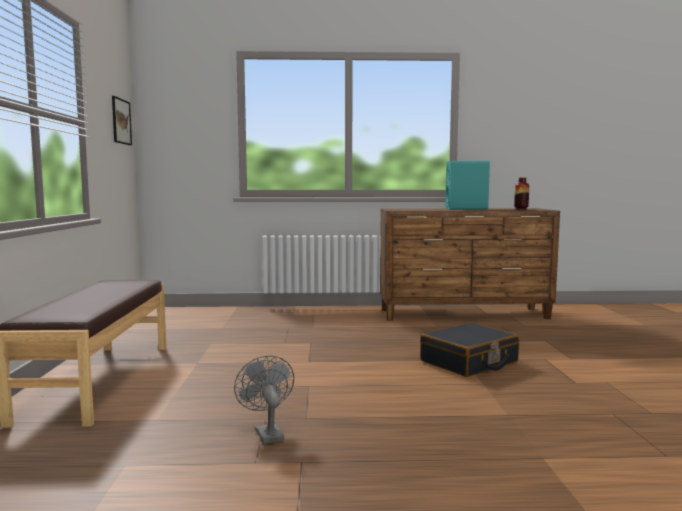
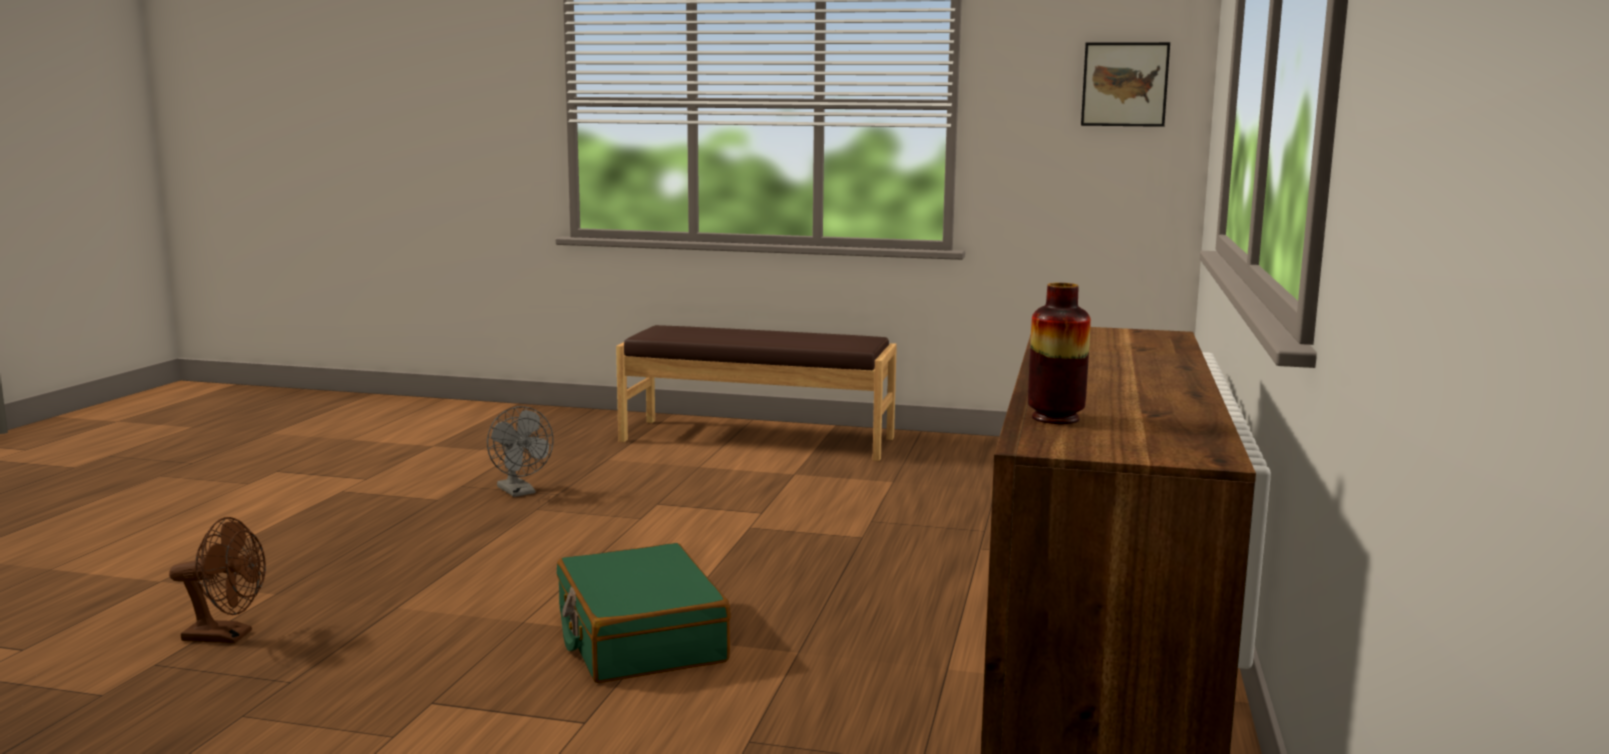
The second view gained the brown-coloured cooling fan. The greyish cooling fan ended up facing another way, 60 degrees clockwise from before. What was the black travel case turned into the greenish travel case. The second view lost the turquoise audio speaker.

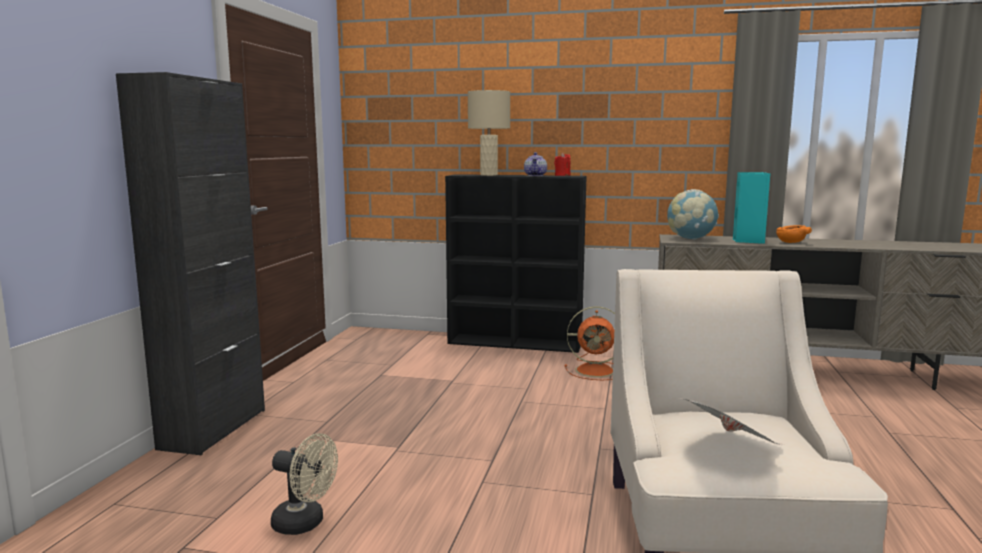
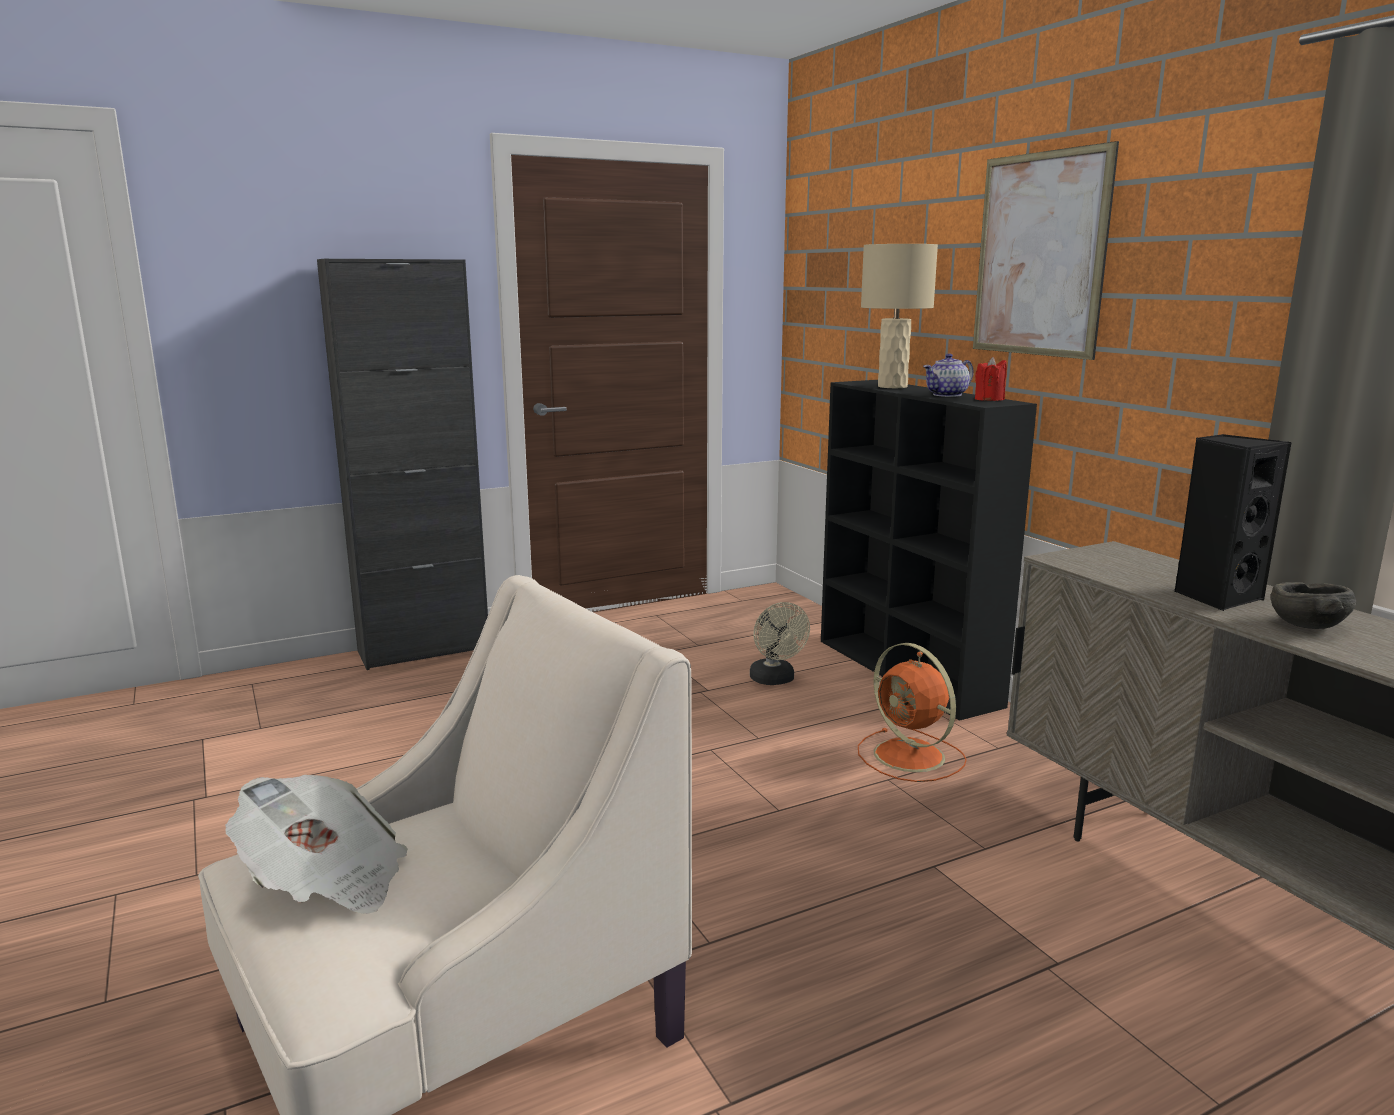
The beige-coloured cooling fan ended up elsewhere. The second view gained the wall picture. What was the turquoise audio speaker turned into the black audio speaker. What was the orange deep dish turned into the greyish deep dish. The second view lost the desk globe.

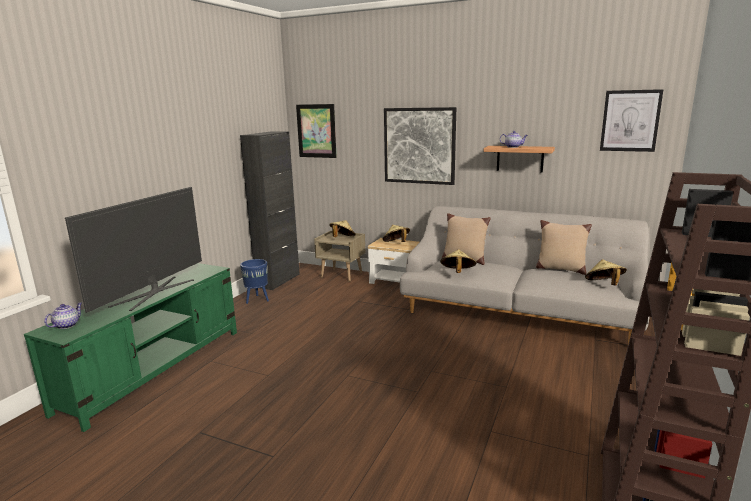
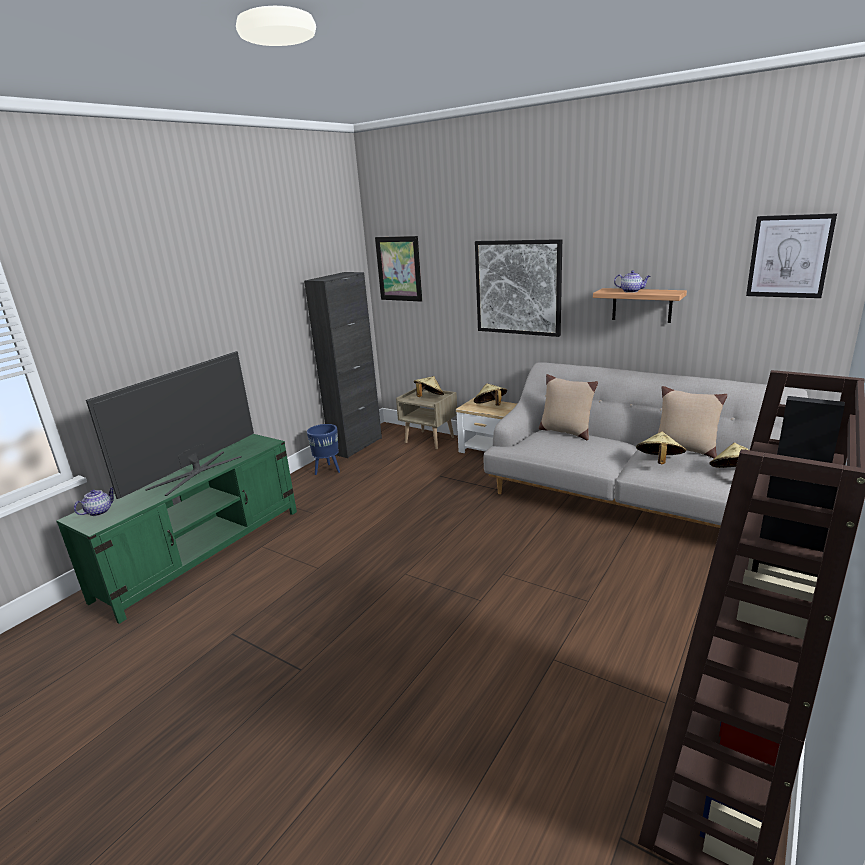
The beige-coloured clothing hat (3rd from left) ended up elsewhere.

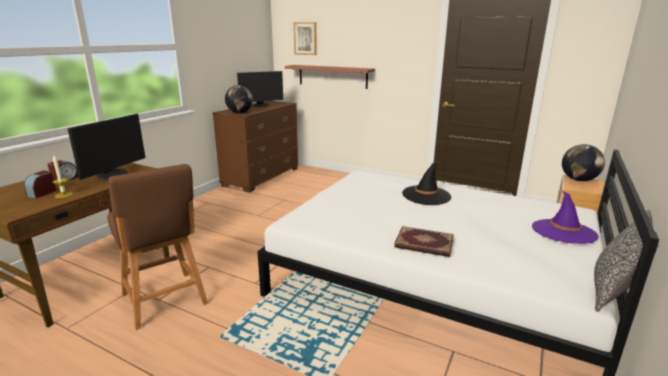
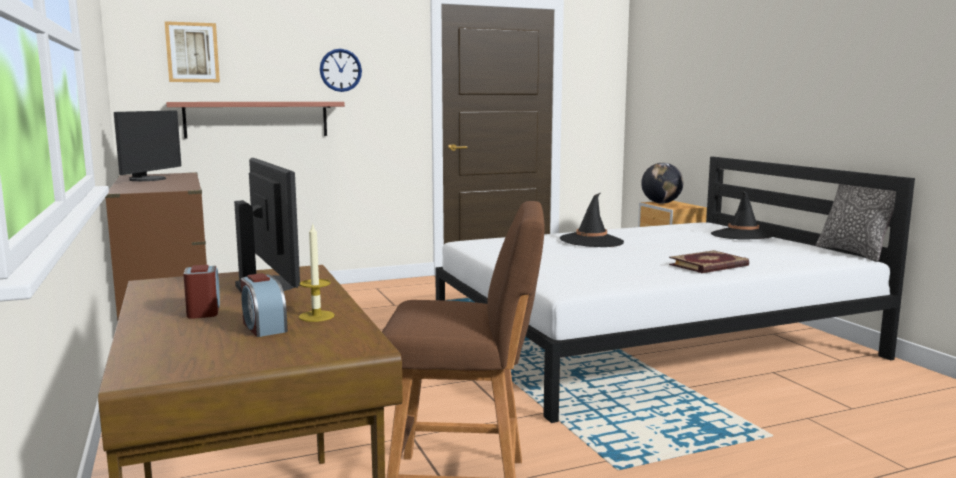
The second view gained the wall clock. What was the purple-coloured clothing hat turned into the black clothing hat (2nd from left). The second view lost the desk globe (1st from left).

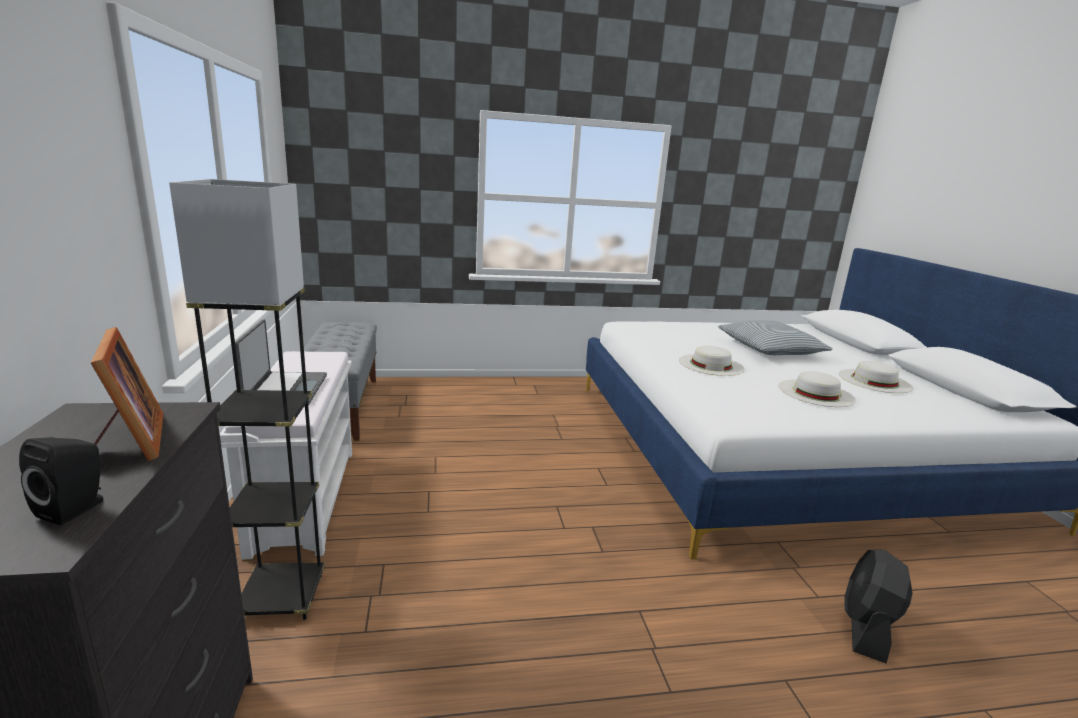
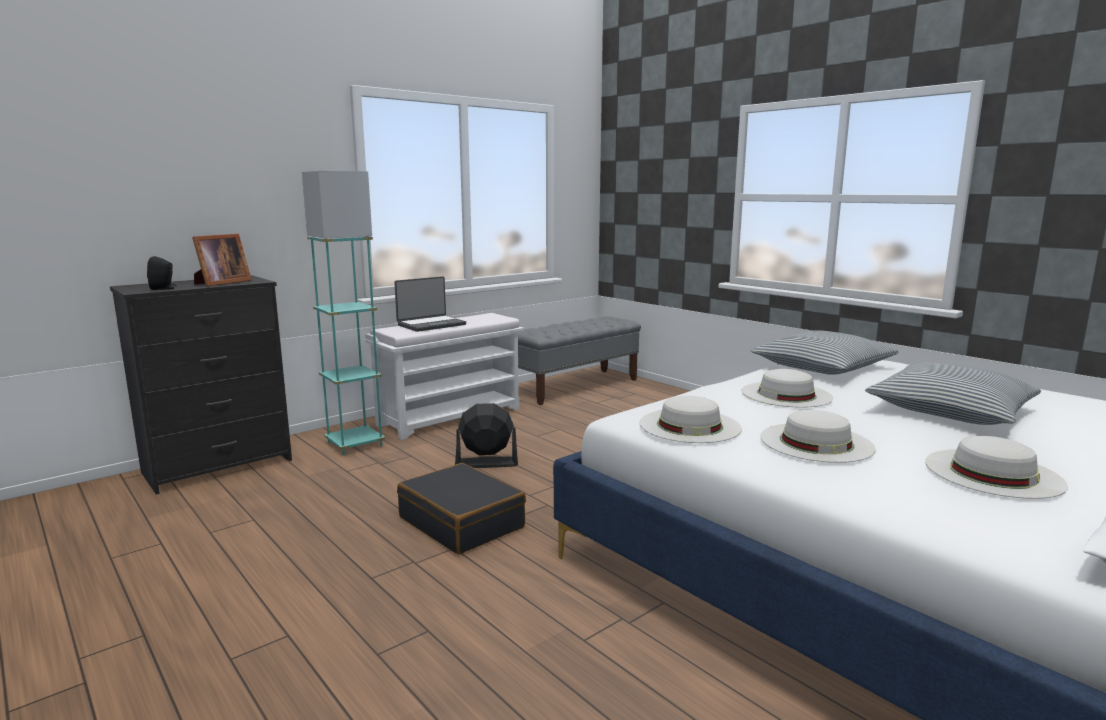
What was the greyish standing lamp turned into the turquoise standing lamp. The second view gained the black travel case. The black cooling fan ended up elsewhere. The second view gained the white-coloured clothing hat (1st from left). The second view gained the throw pillow (1st from left).

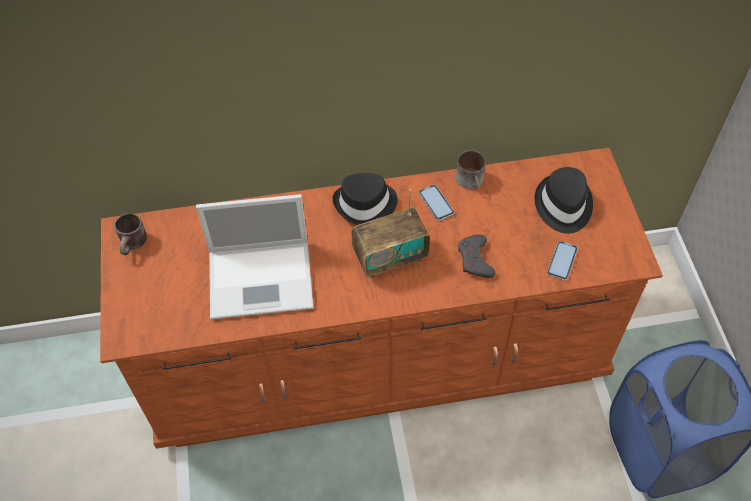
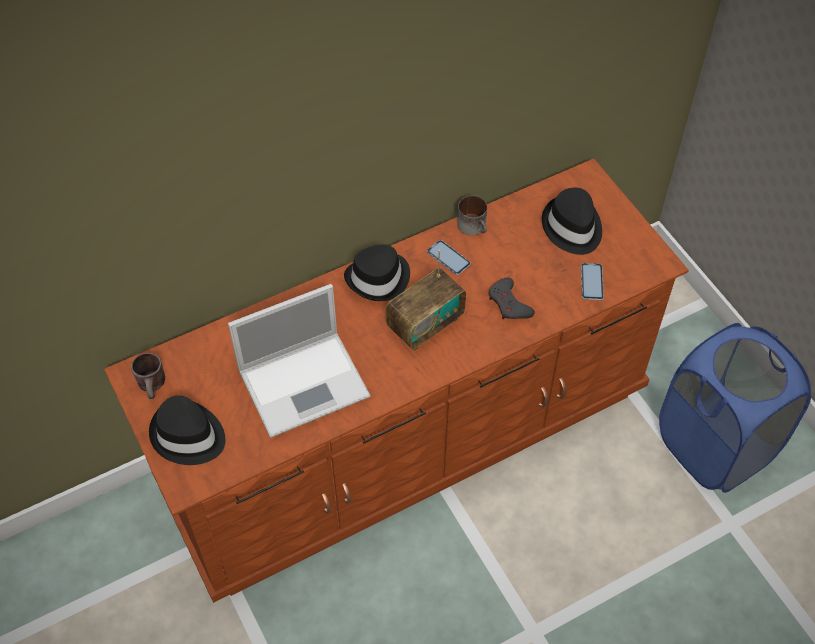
The second view gained the black clothing hat (1st from left).

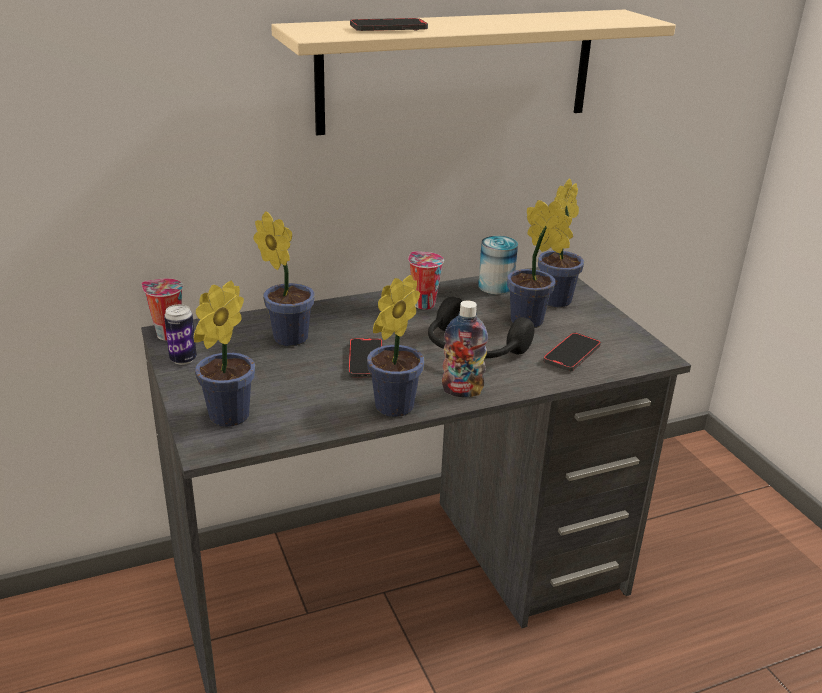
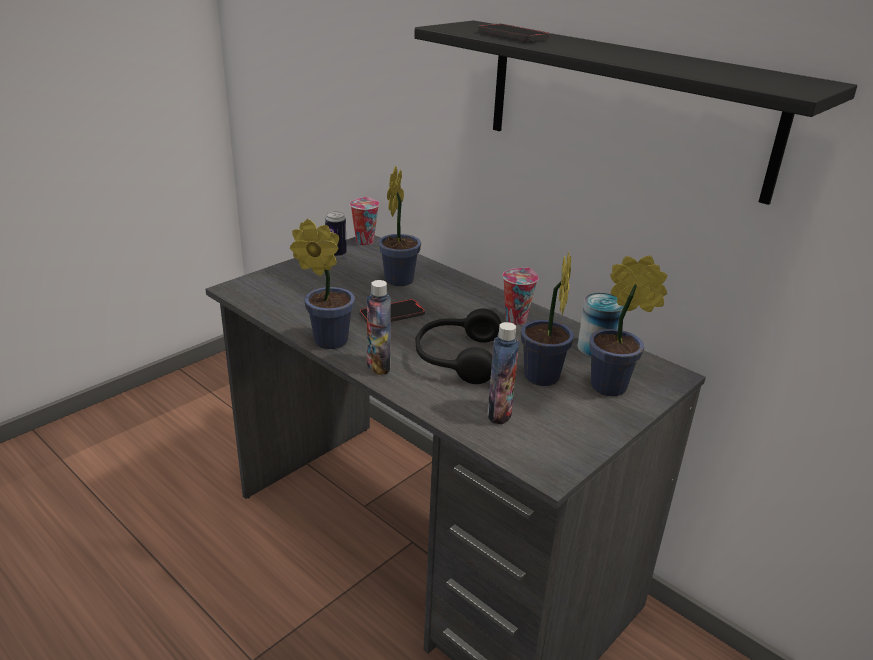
What was the beige-coloured shelf turned into the black shelf. Where the phone (3rd from left) stood, the beverage bottle (2nd from left) came to stand. The second view lost the plant in a pot (1st from left).

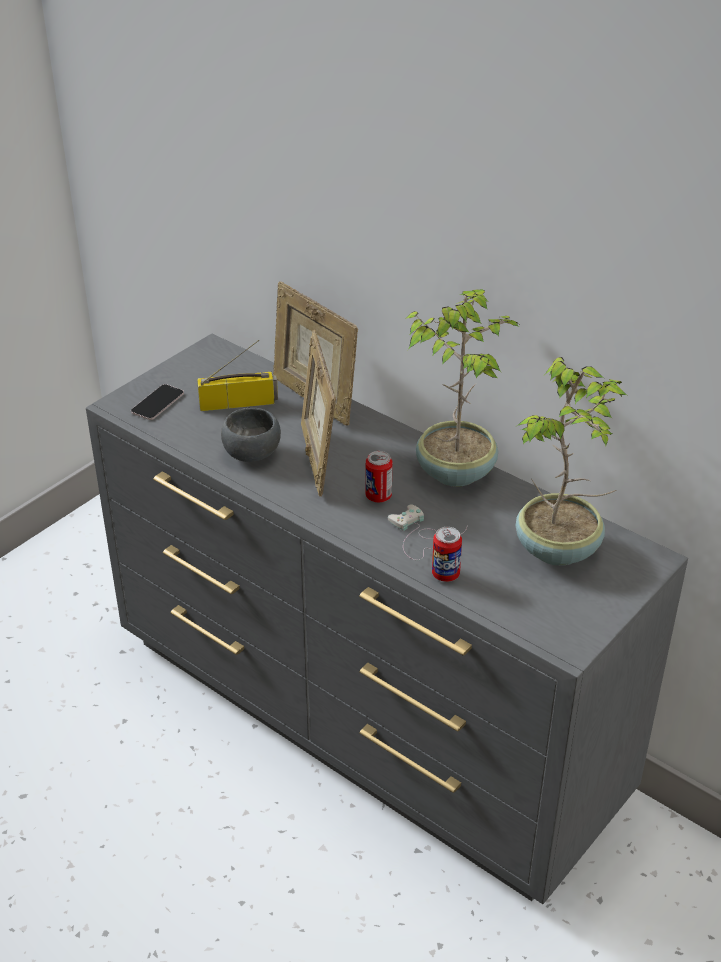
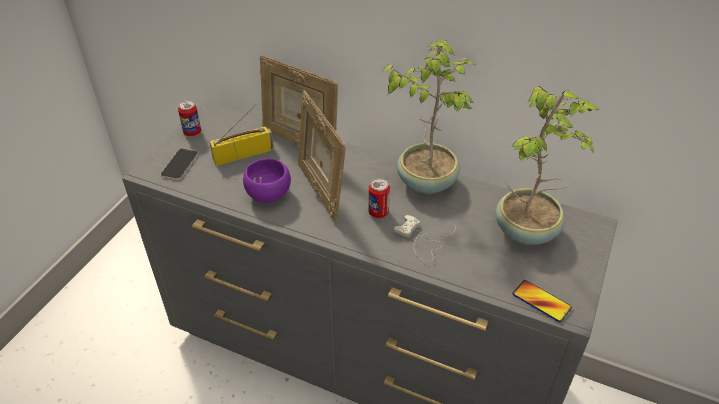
The can (2nd from left in the first image) ended up elsewhere. What was the greyish deep dish turned into the purple-coloured deep dish. The second view gained the phone (2nd from left).

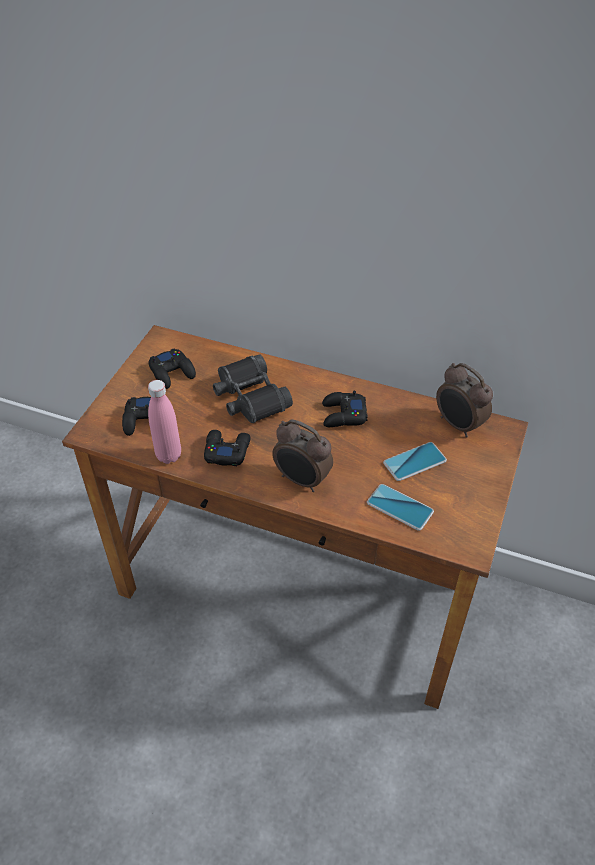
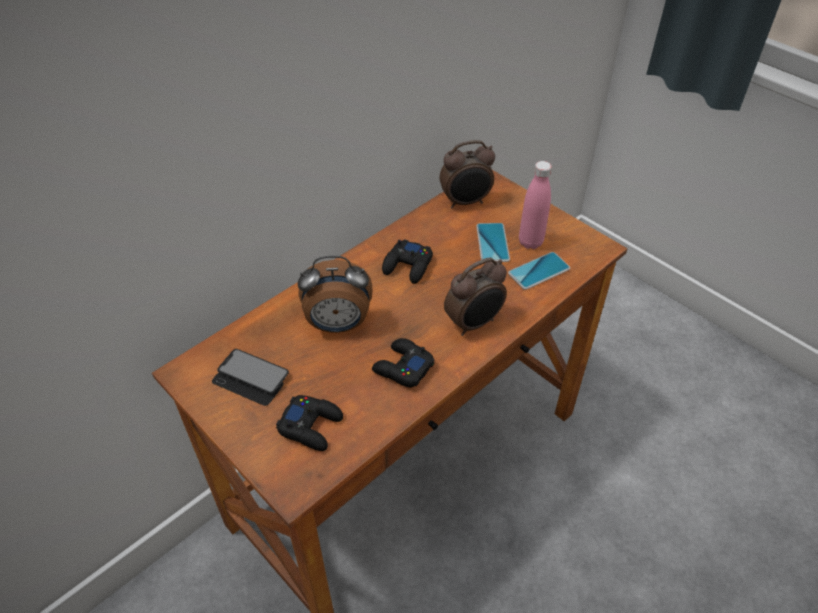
Where the black joypad (2nd from left) stood, the phone (1st from left) came to stand. Where the black pair of binoculars stood, the table clock (1st from left) came to stand. The pink-coloured beverage bottle ended up elsewhere.

